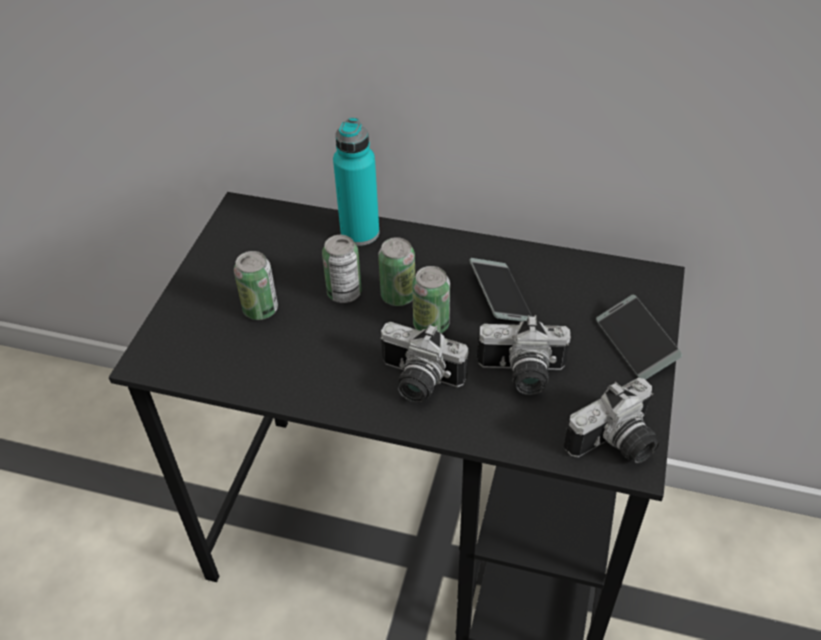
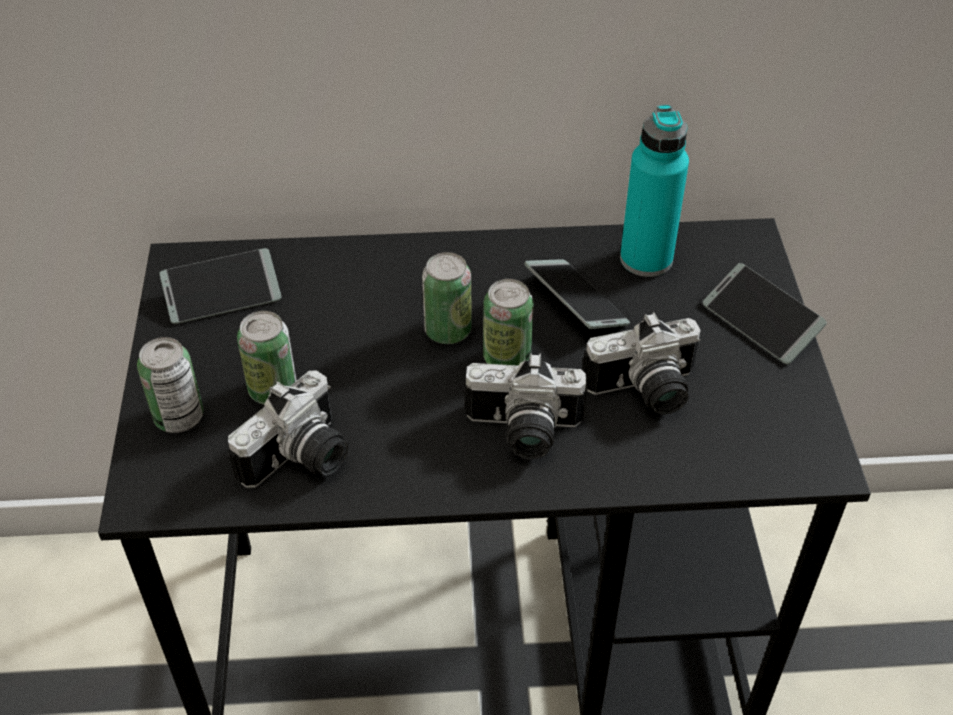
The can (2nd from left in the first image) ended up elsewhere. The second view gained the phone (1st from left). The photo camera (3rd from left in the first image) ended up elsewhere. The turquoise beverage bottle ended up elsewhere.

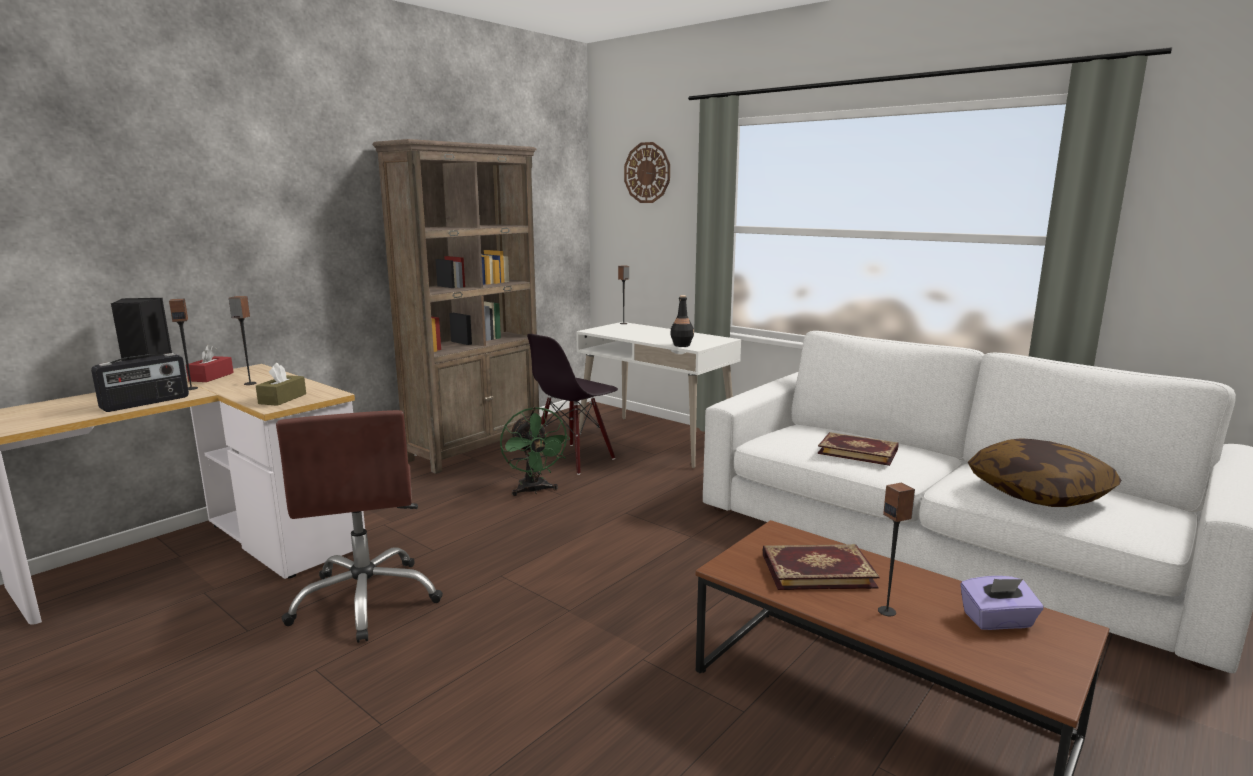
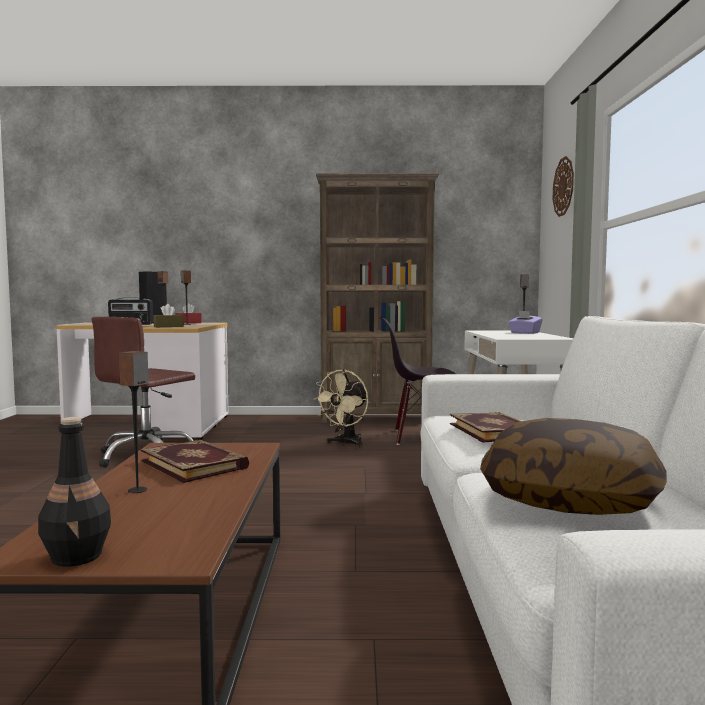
The black beverage bottle ended up elsewhere. What was the greenish cooling fan turned into the beige-coloured cooling fan. The purple-coloured box of tissues ended up elsewhere.

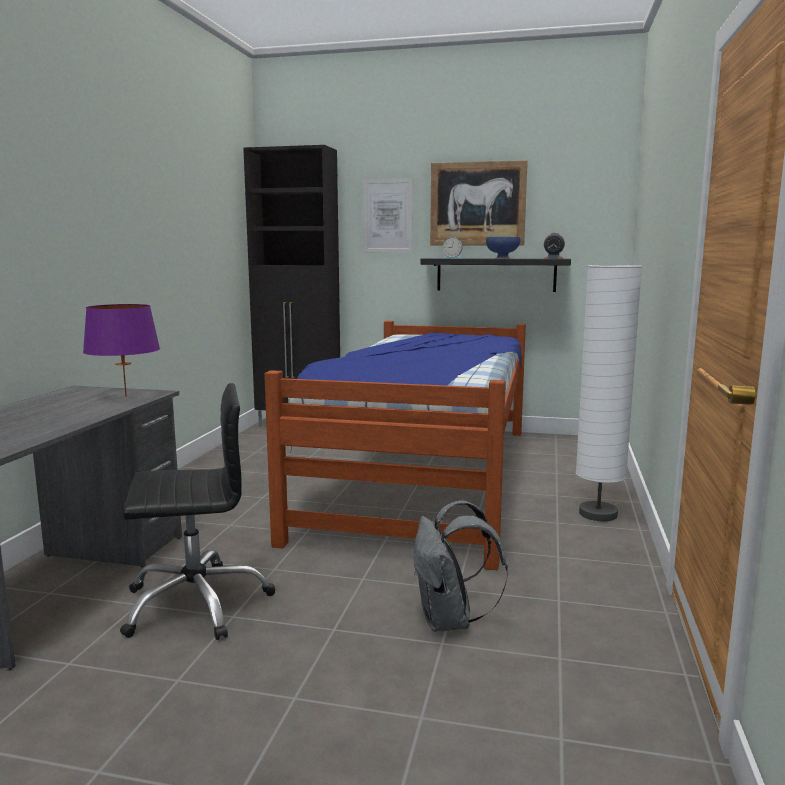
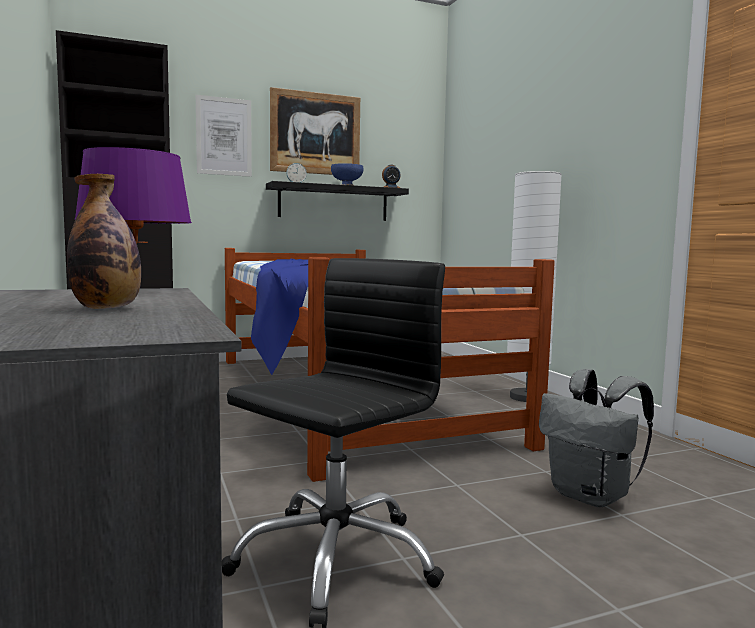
The second view gained the beverage bottle.

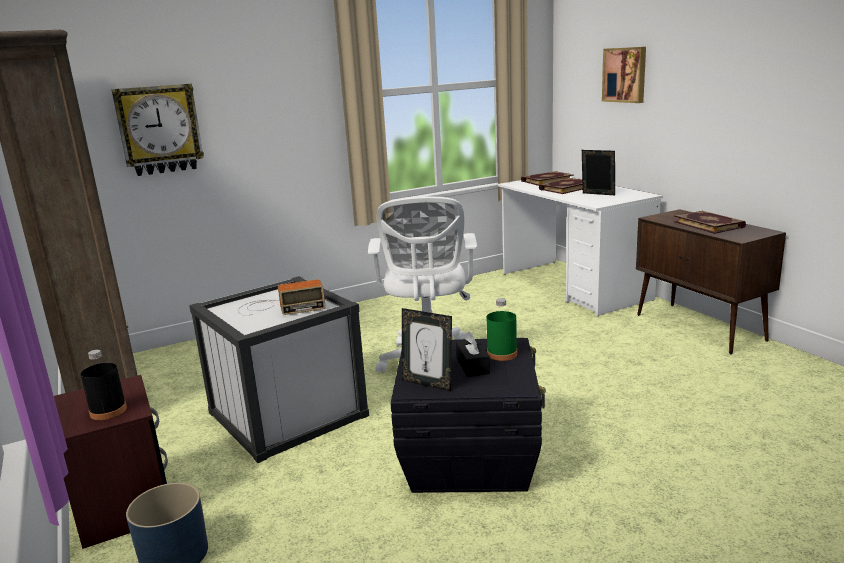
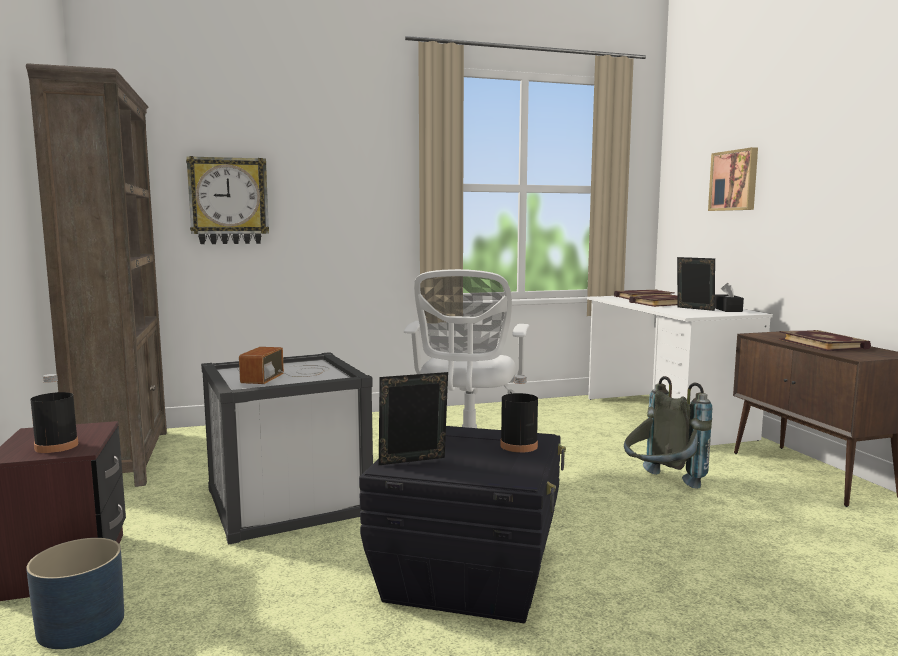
The radio set ended up facing another way, 105 degrees clockwise from before. The picture frame (1st from left) ended up facing another way, 120 degrees clockwise from before. What was the greenish beverage bottle turned into the black beverage bottle (2nd from left). The second view gained the greyish knapsack. The black box of tissues ended up elsewhere.

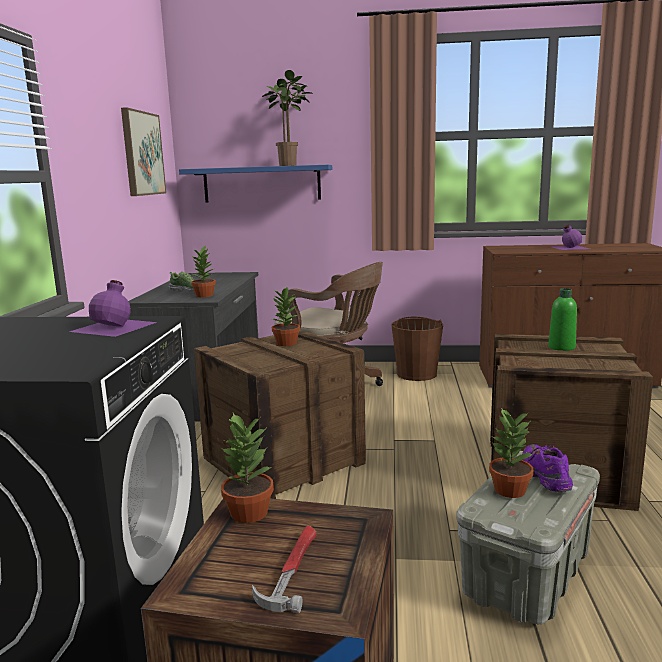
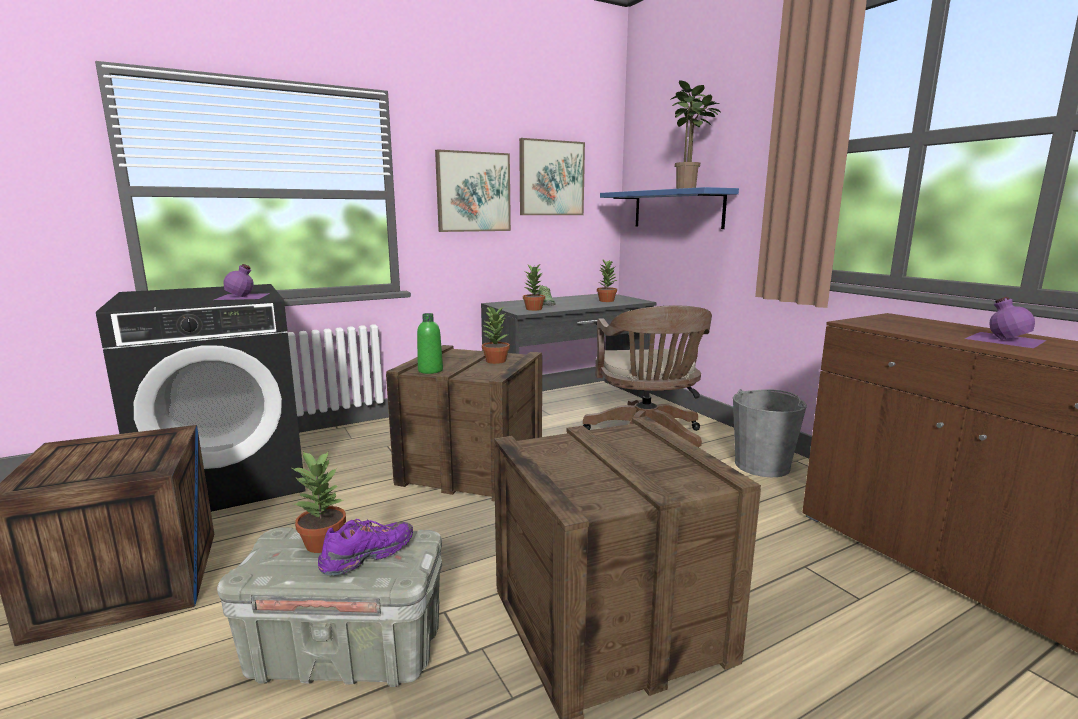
The greenish beverage bottle ended up elsewhere. The second view gained the wall picture (1st from left). The plant in a pot (2nd from left in the first image) ended up elsewhere. What was the brown-coloured water bucket turned into the greyish water bucket. The second view lost the hand hammer.

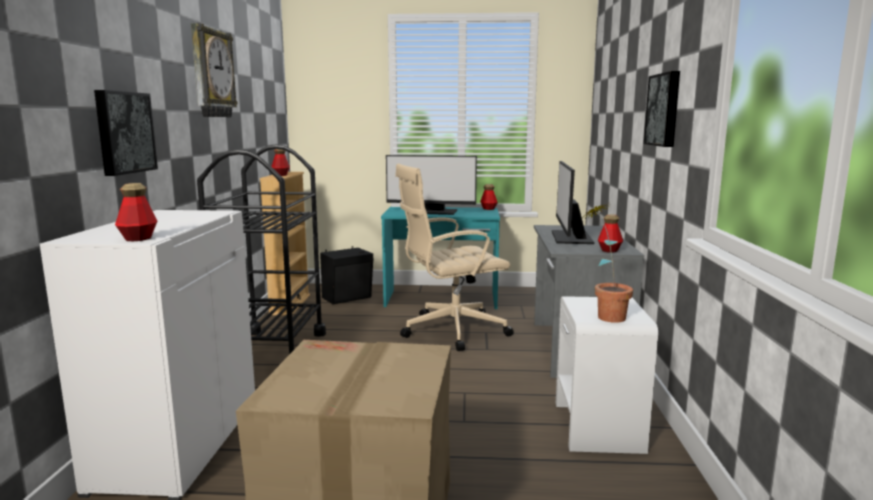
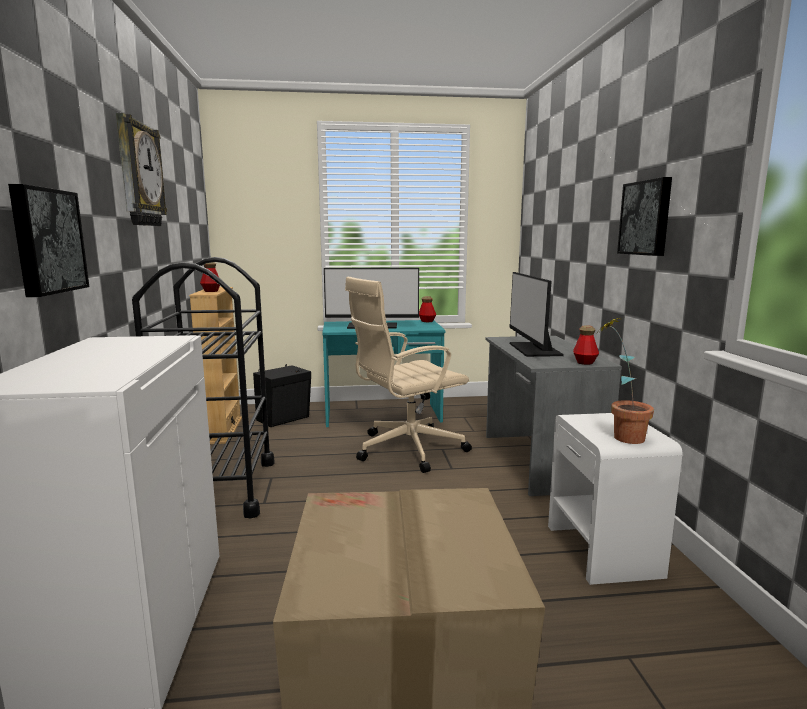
The second view lost the beverage bottle (1st from left).

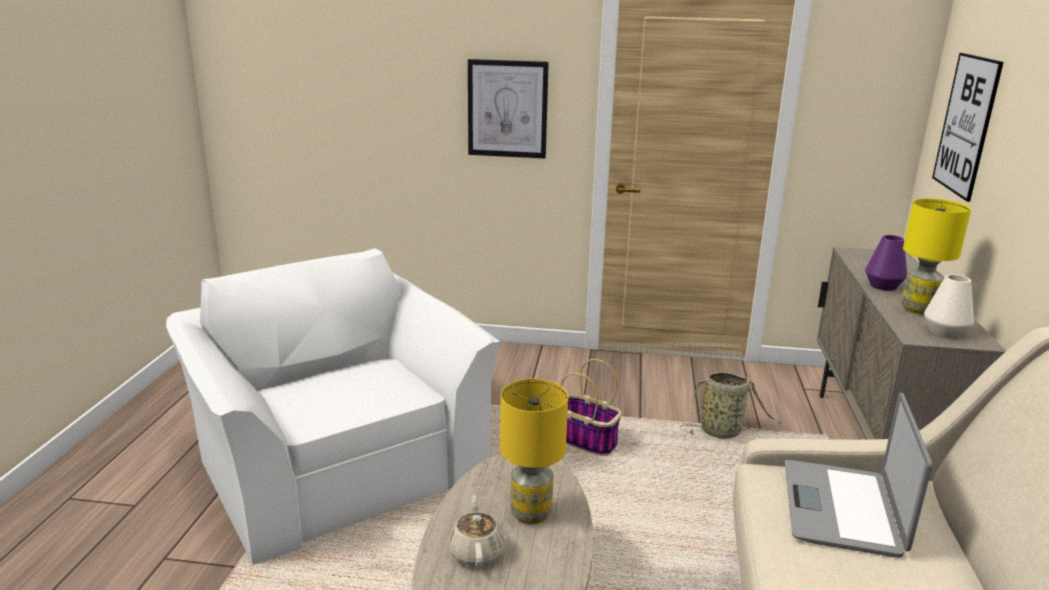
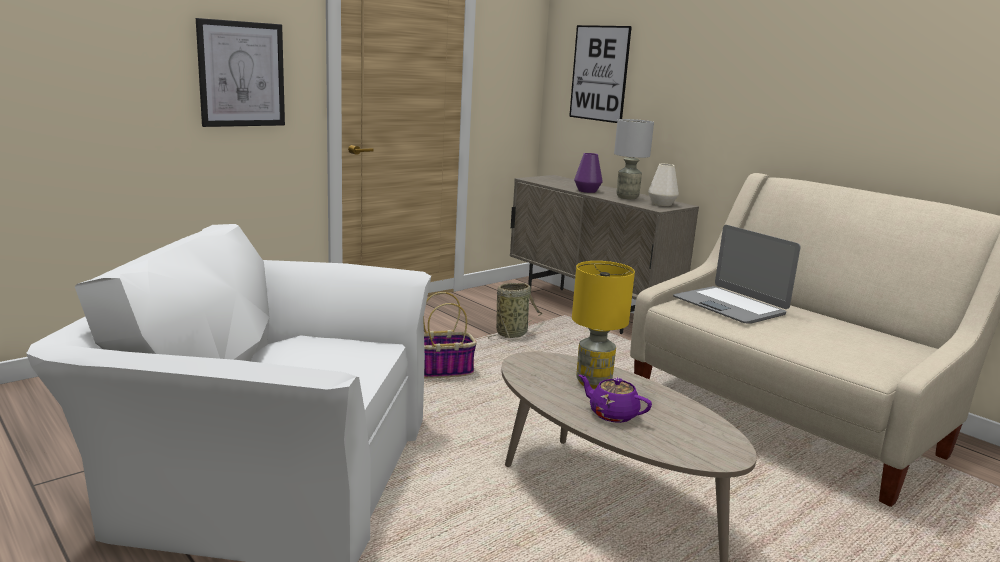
What was the beige-coloured teapot turned into the purple-coloured teapot. What was the yellow-coloured table lamp (2nd from left) turned into the greyish table lamp.

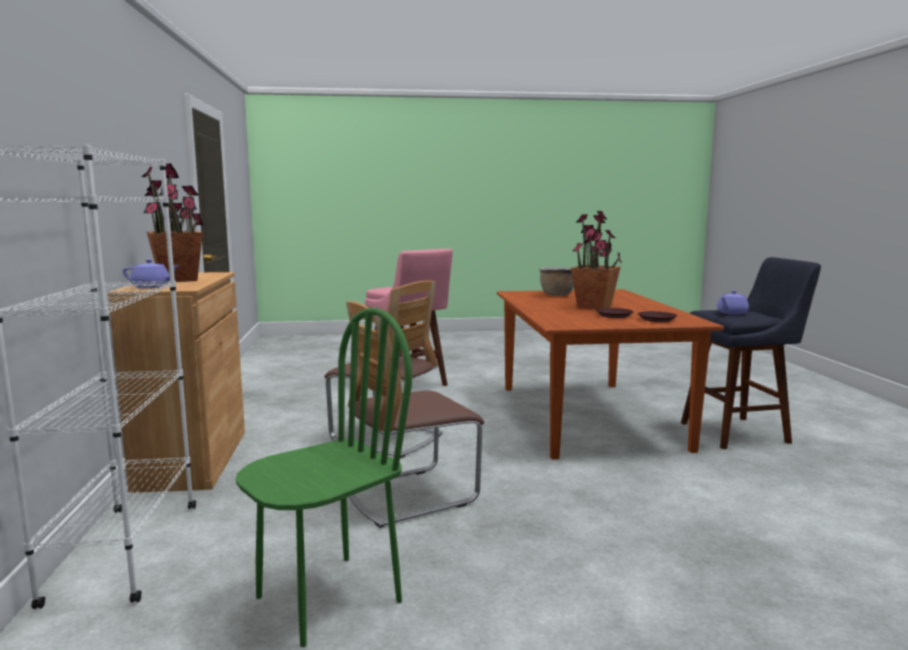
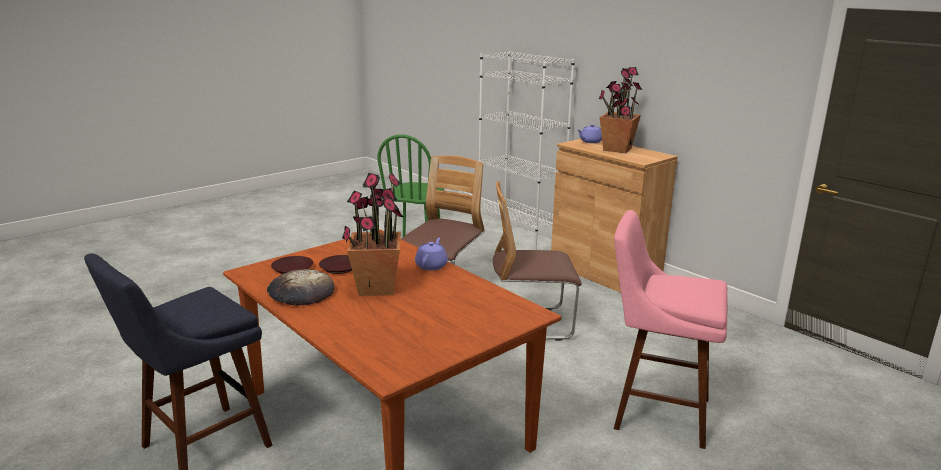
The second view gained the baked bread. The purple-coloured teapot (2nd from left in the first image) ended up elsewhere. The second view lost the brown-coloured cooking pot.

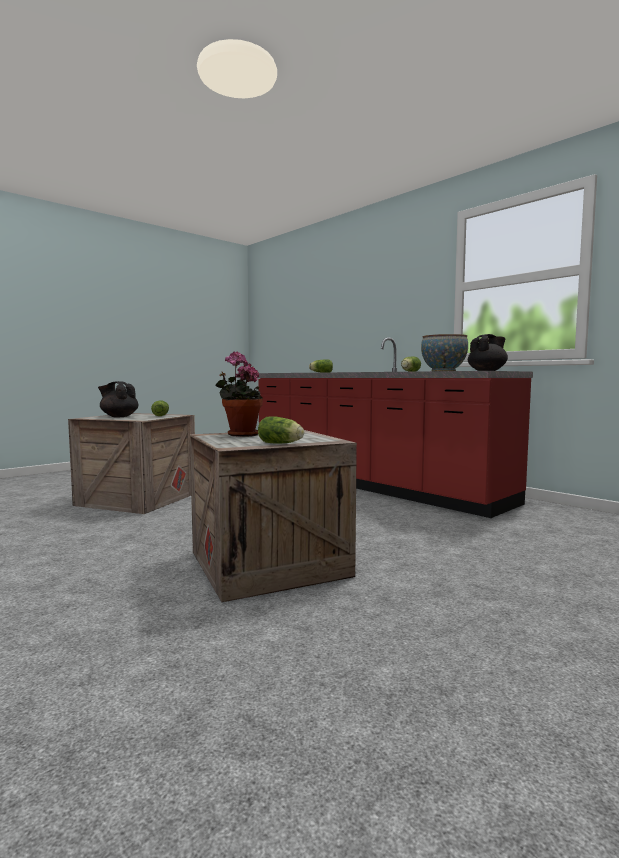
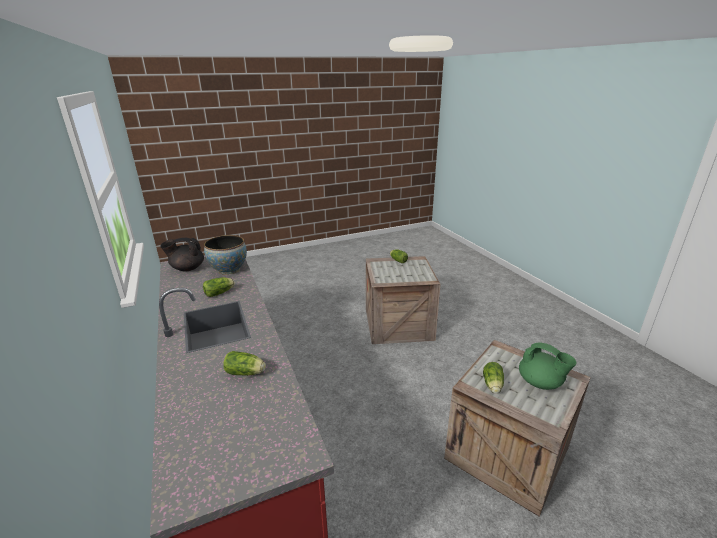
What was the black teapot (1st from left) turned into the greenish teapot. The second view lost the plant in a pot.

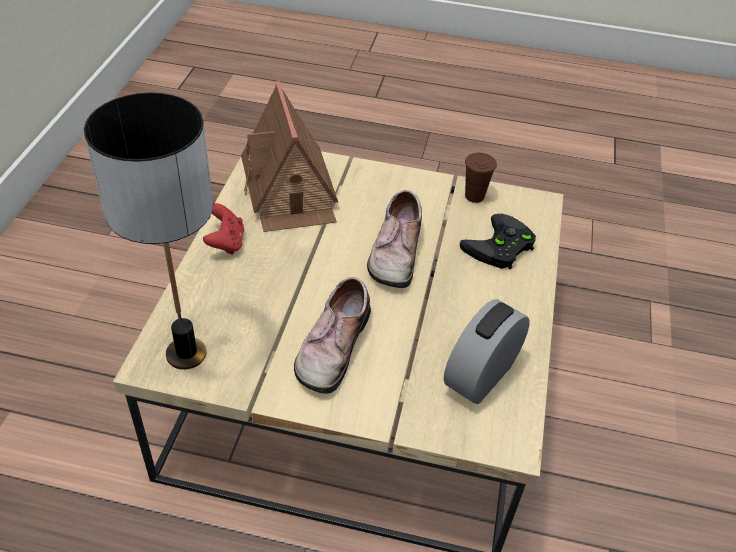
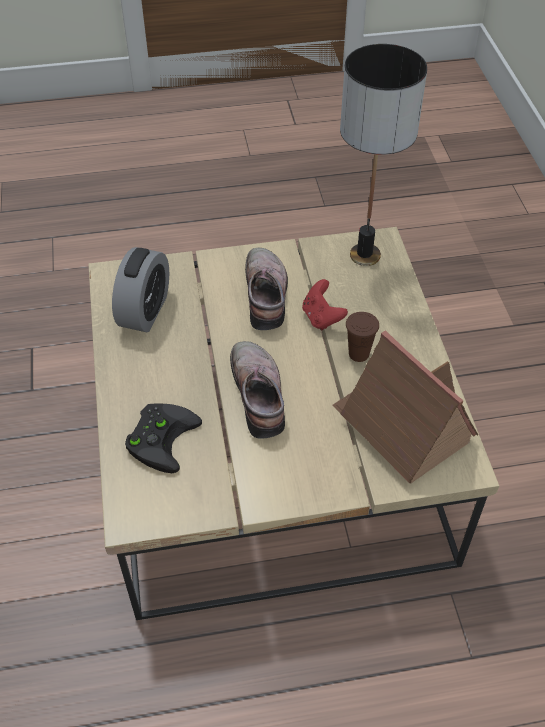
The red joypad ended up elsewhere. The brown-coloured cup ended up elsewhere.

